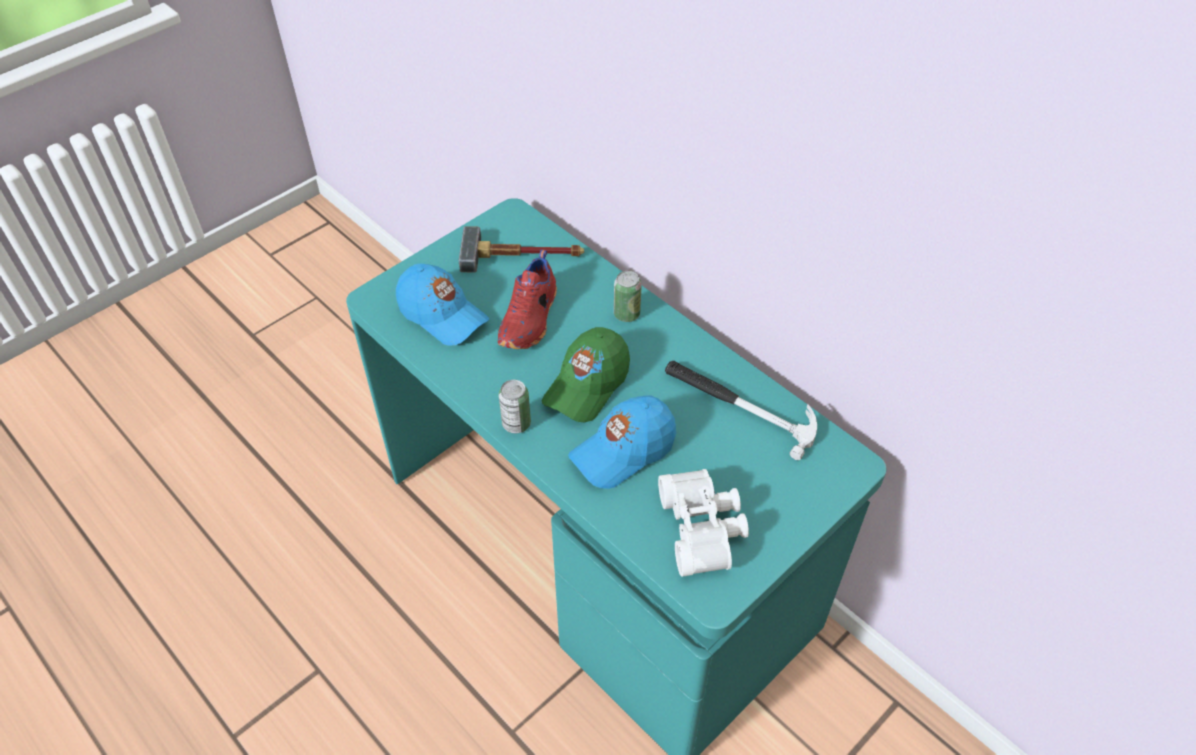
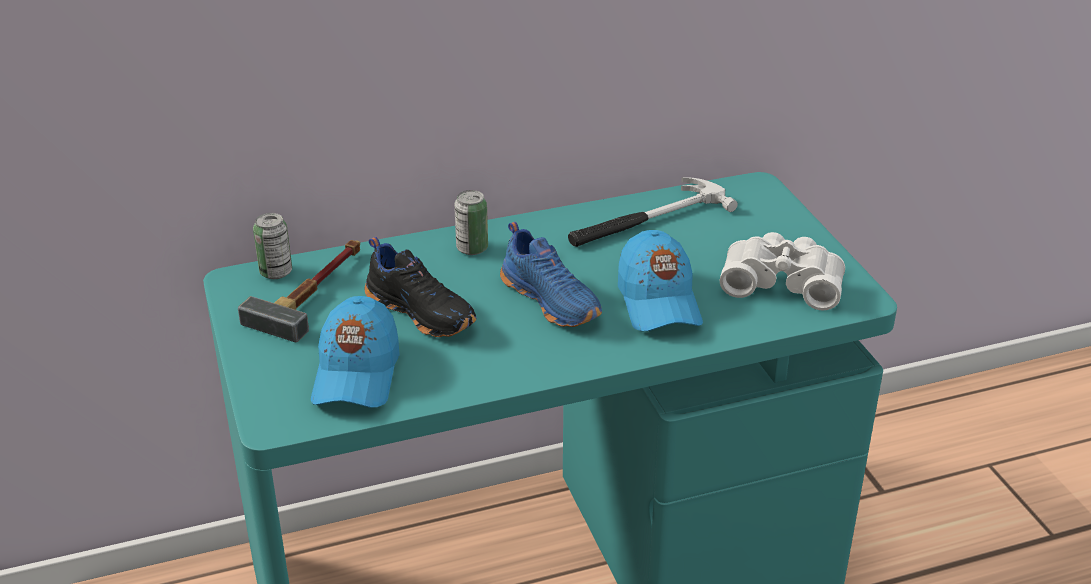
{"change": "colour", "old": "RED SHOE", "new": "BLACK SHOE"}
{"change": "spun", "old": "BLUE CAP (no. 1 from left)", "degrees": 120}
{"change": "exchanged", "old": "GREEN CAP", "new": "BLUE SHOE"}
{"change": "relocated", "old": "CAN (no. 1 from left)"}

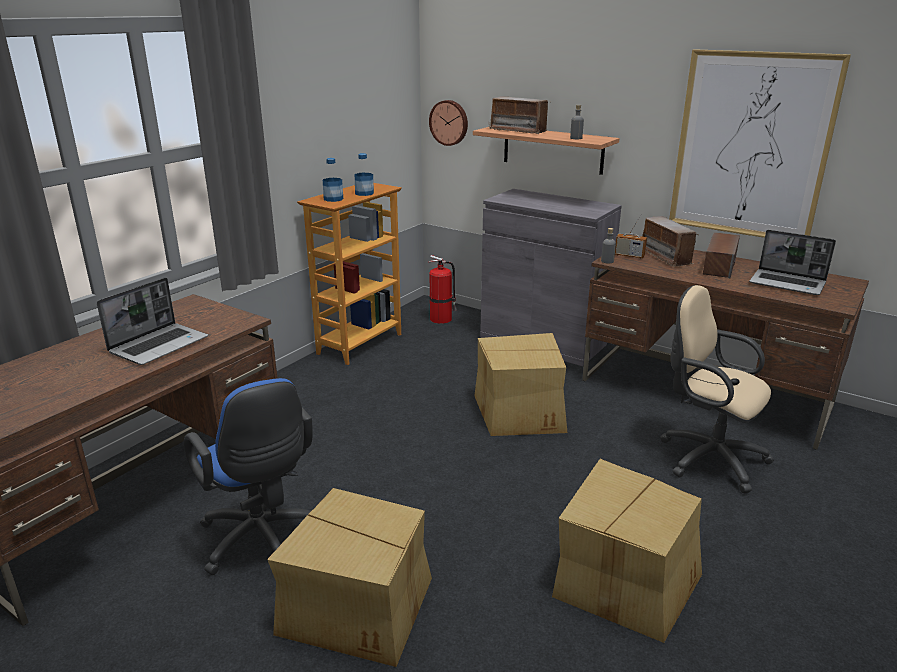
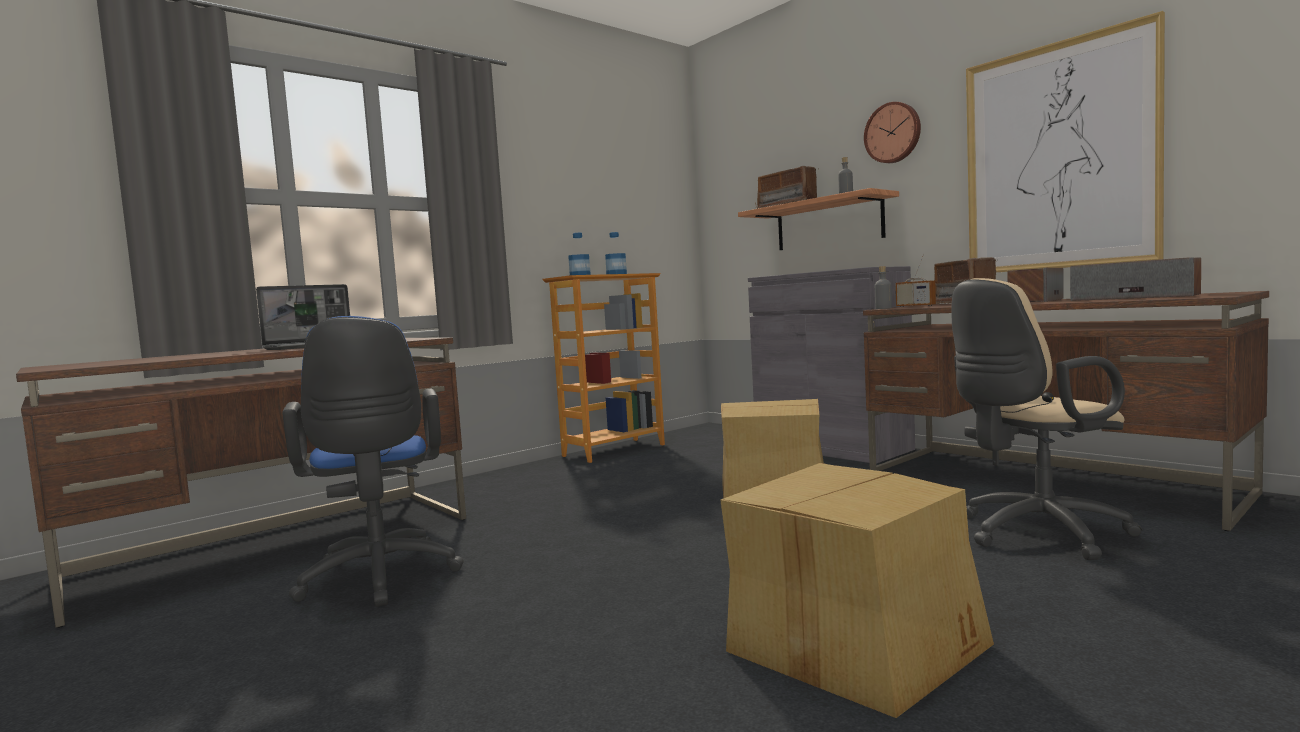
{"change": "relocated", "old": "WALL CLOCK"}
{"change": "exchanged", "old": "LAPTOP (no. 2 from left)", "new": "SPEAKER (no. 2 from left)"}
{"change": "missing", "old": "FIRE EXTINGUISHER"}
{"change": "spun", "old": "BEIGE OFFICE CHAIR", "degrees": -75}
{"change": "missing", "old": "CARDBOARD BOX (no. 1 from left)"}

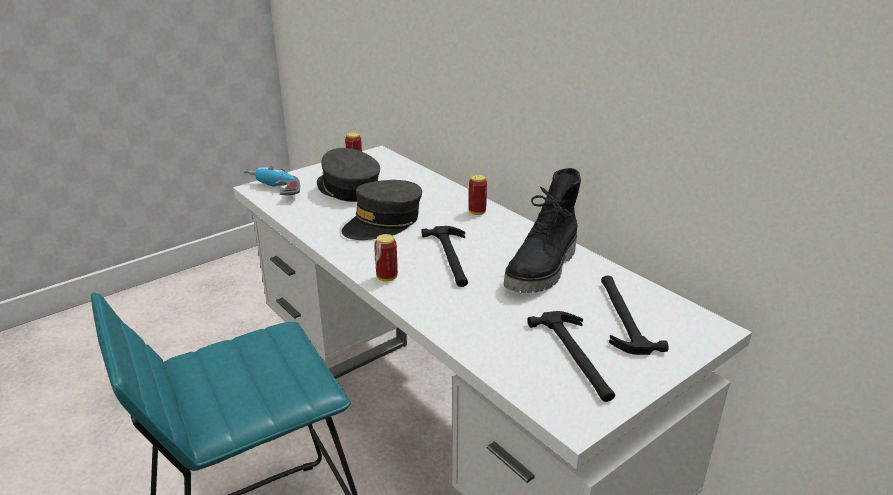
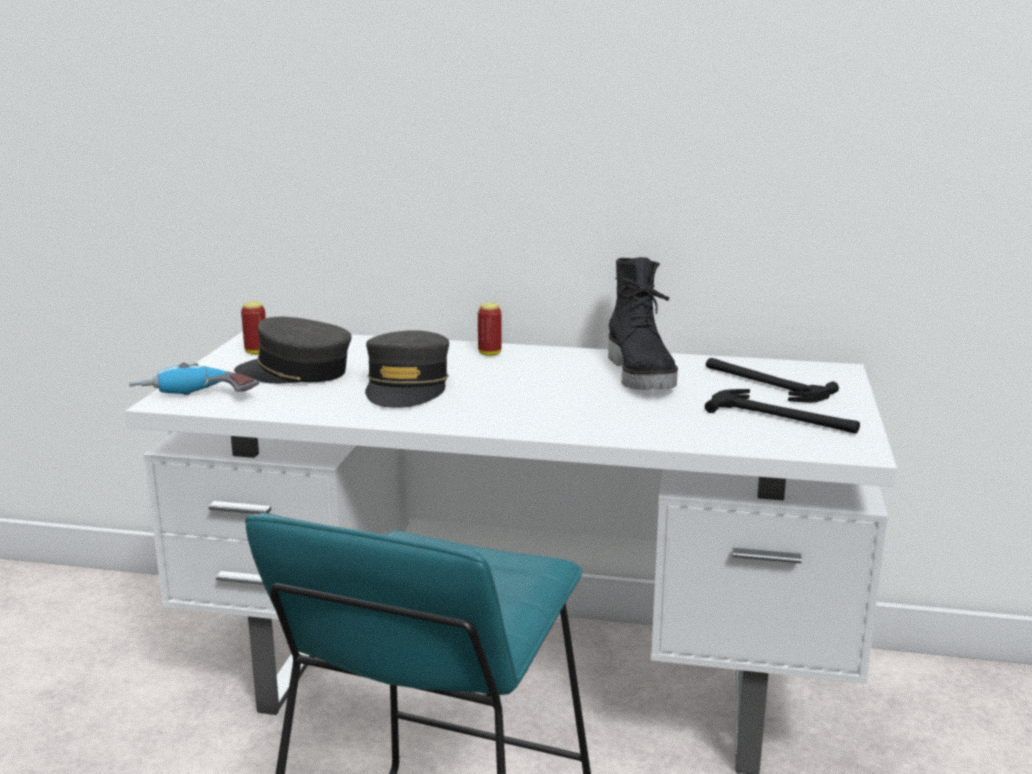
{"change": "missing", "old": "HAMMER (no. 1 from left)"}
{"change": "missing", "old": "CAN (no. 2 from left)"}

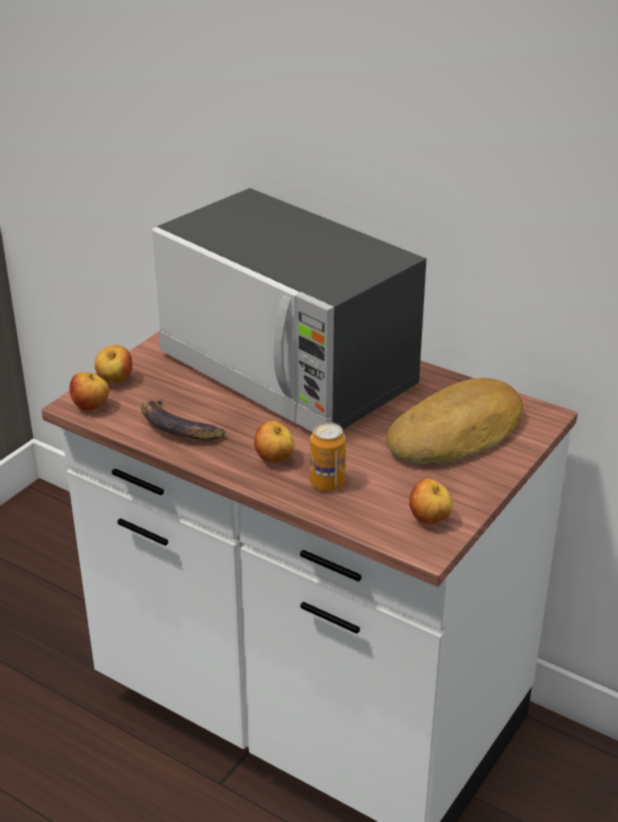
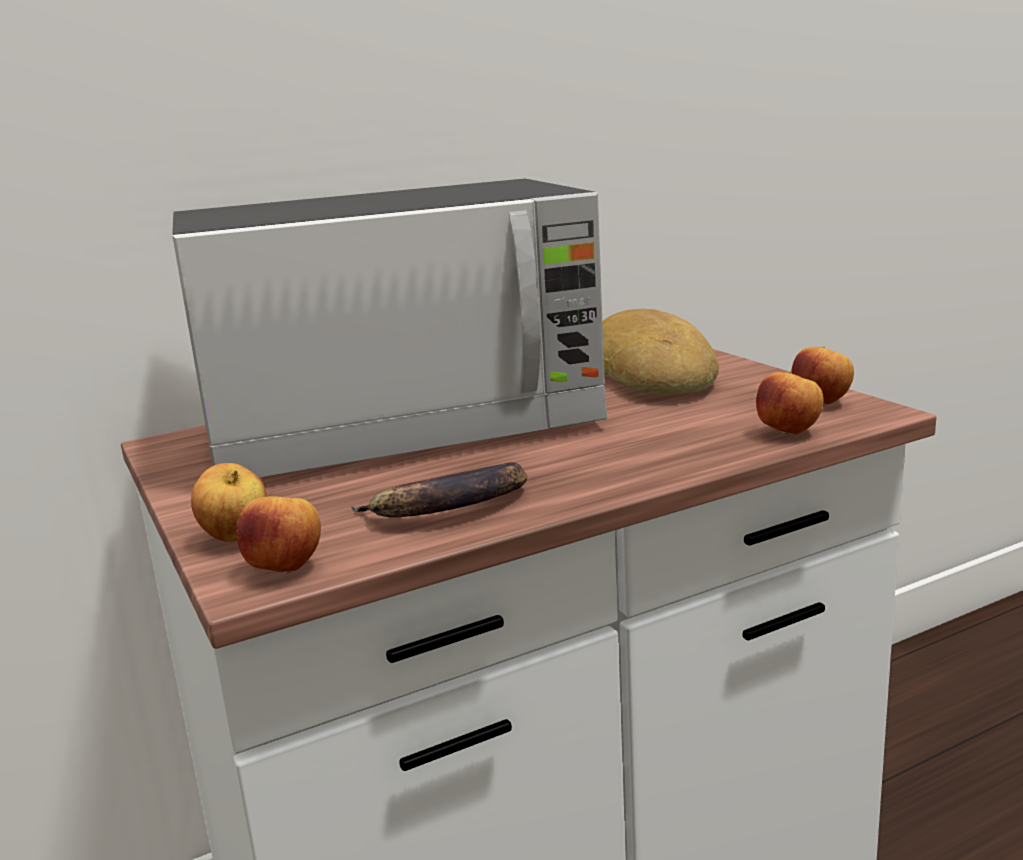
{"change": "relocated", "old": "APPLE (no. 3 from left)"}
{"change": "missing", "old": "CAN"}

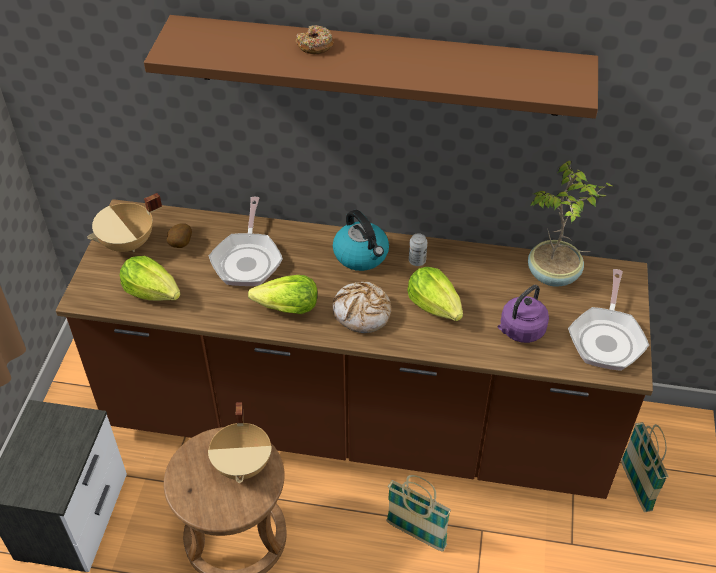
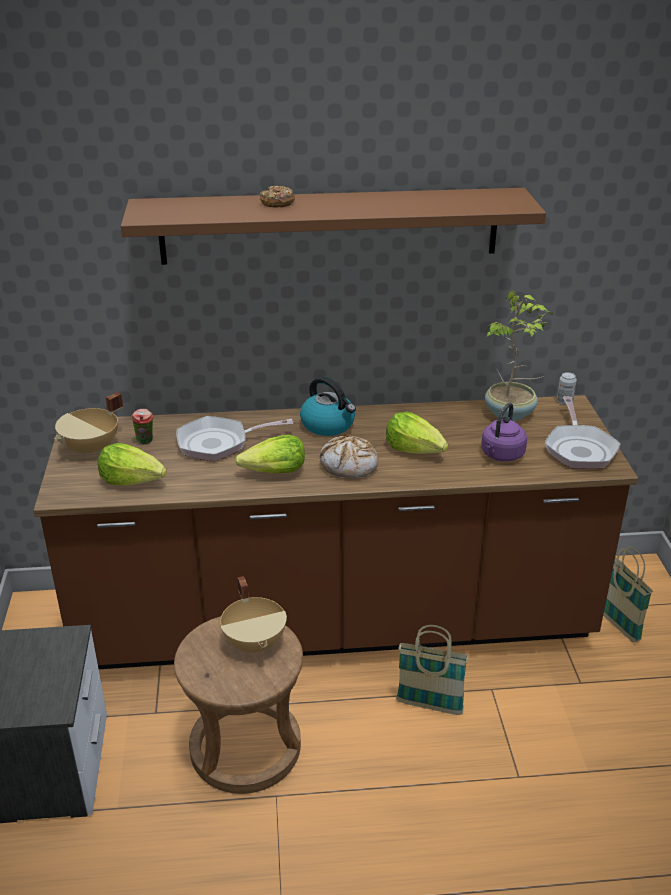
{"change": "spun", "old": "FRYING PAN (no. 1 from left)", "degrees": 90}
{"change": "exchanged", "old": "POTATO", "new": "CUP"}
{"change": "relocated", "old": "CAN"}

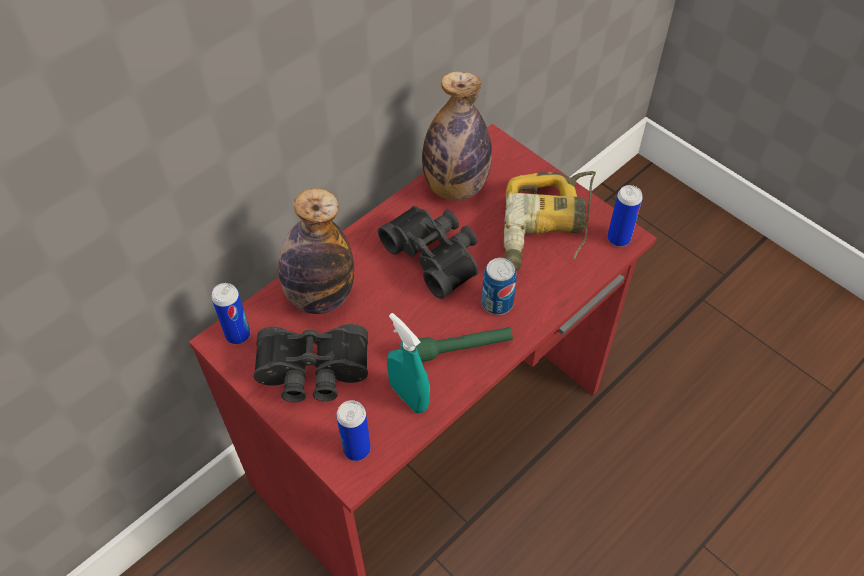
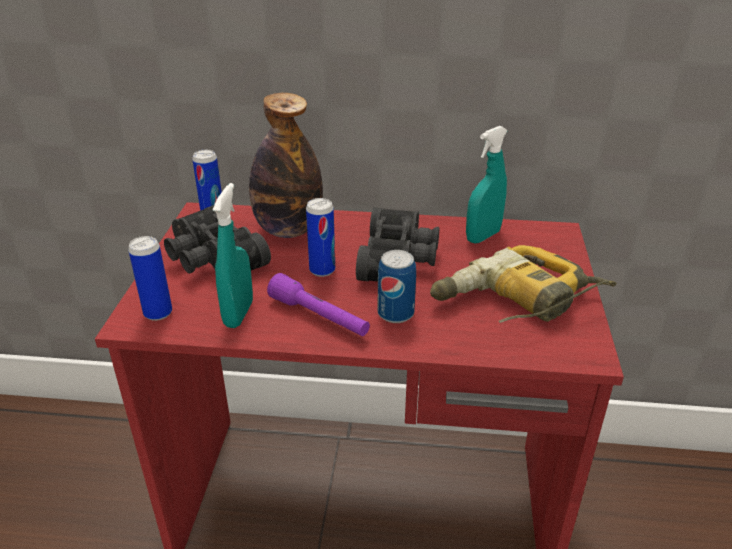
{"change": "exchanged", "old": "BOTTLE (no. 2 from left)", "new": "TURQUOISE SPRAY BOTTLE (no. 2 from left)"}
{"change": "relocated", "old": "CAN (no. 4 from left in the first image)", "new": "CAN (no. 3 from left)"}
{"change": "colour", "old": "GREEN FLASHLIGHT", "new": "PURPLE FLASHLIGHT"}

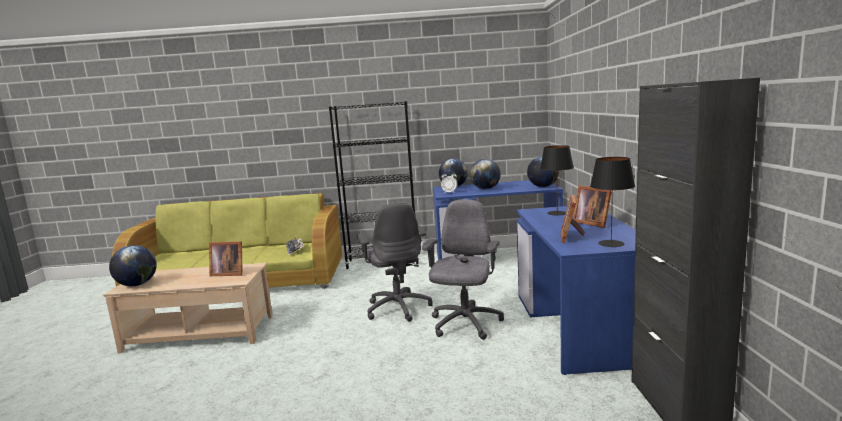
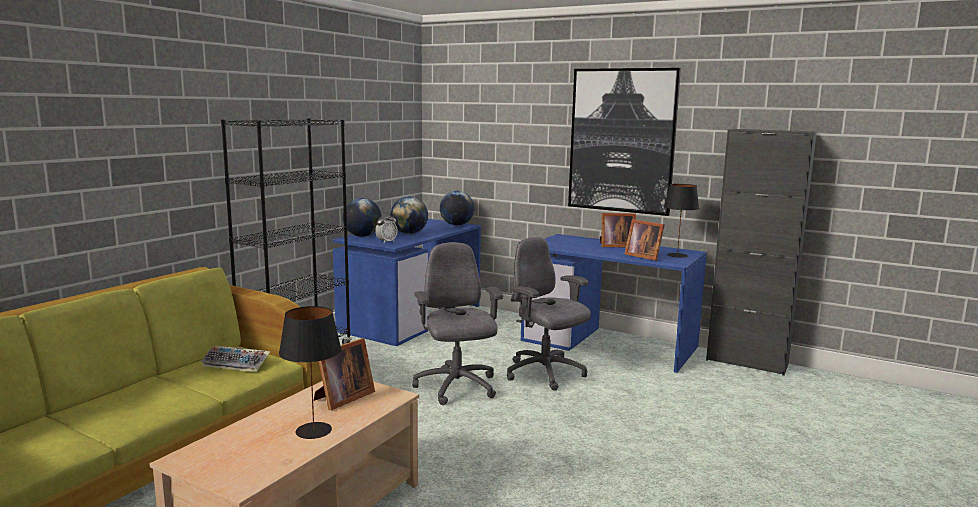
{"change": "relocated", "old": "BLACK TABLE LAMP (no. 1 from left)"}
{"change": "spun", "old": "GREY OFFICE CHAIR (no. 1 from left)", "degrees": -120}
{"change": "missing", "old": "GLOBE (no. 1 from left)"}
{"change": "appeared", "new": "PICTURE"}

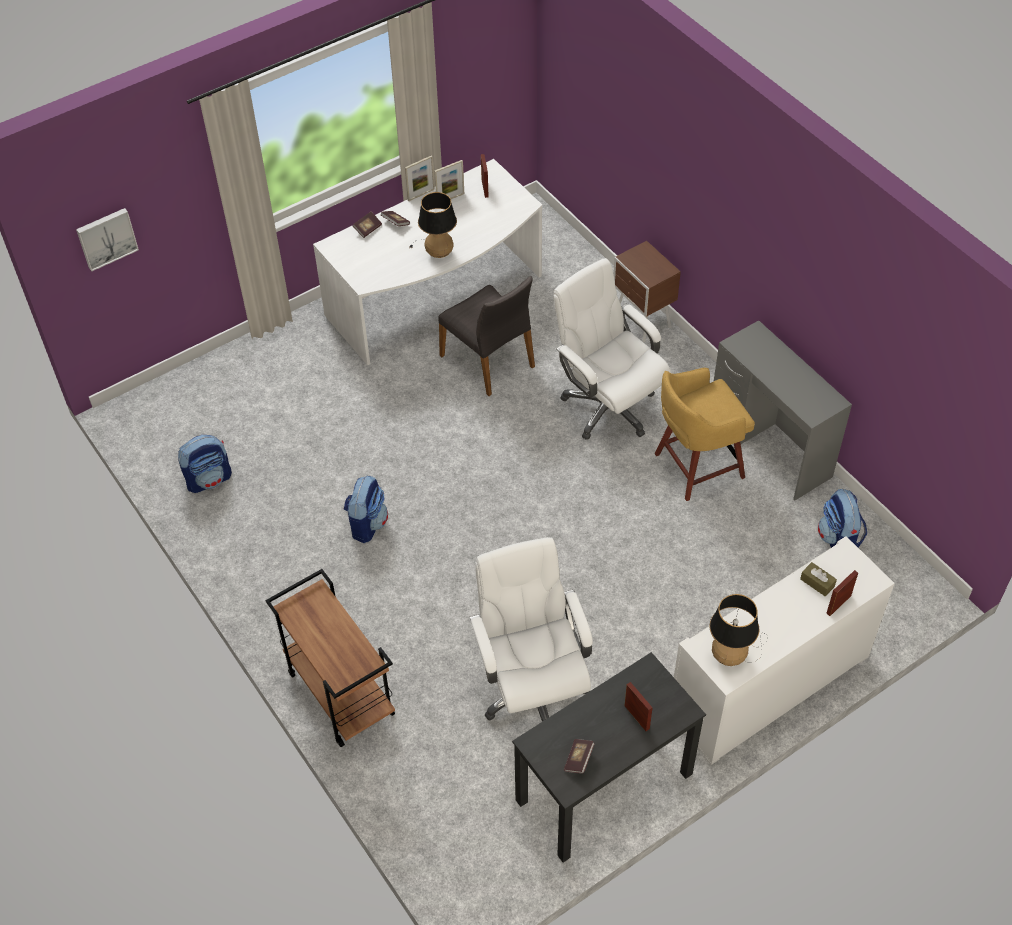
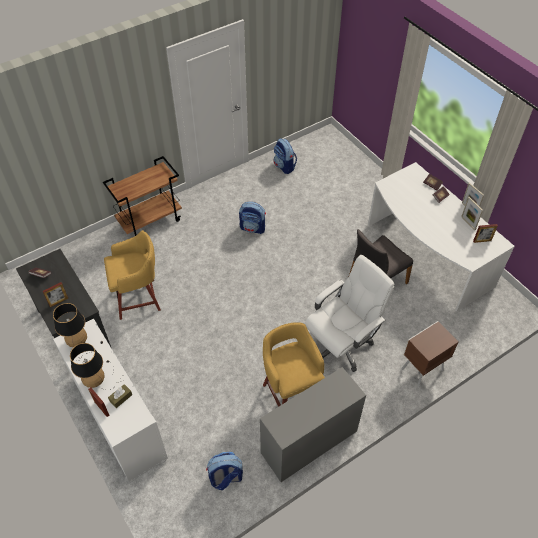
{"change": "relocated", "old": "TABLE LAMP (no. 1 from left in the first image)", "new": "TABLE LAMP (no. 2 from left)"}
{"change": "missing", "old": "PICTURE"}
{"change": "exchanged", "old": "WHITE OFFICE CHAIR (no. 1 from left)", "new": "YELLOW STOOL (no. 1 from left)"}

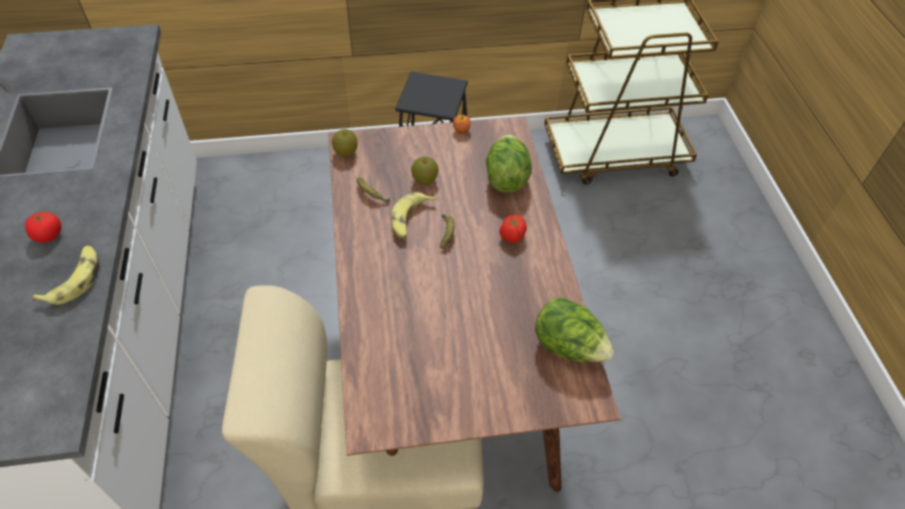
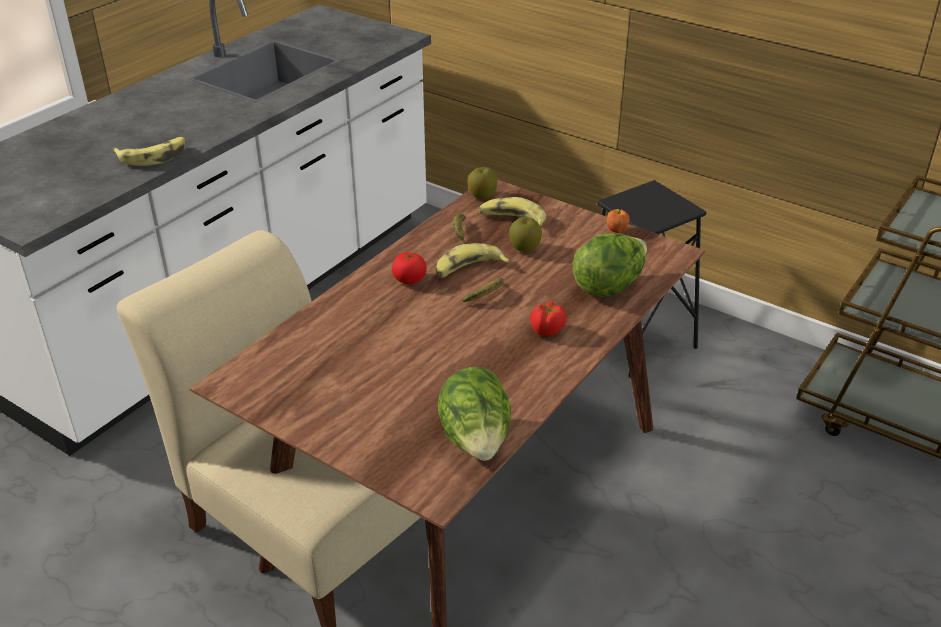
{"change": "relocated", "old": "TOMATO (no. 1 from left)"}
{"change": "appeared", "new": "BANANA (no. 5 from left)"}

